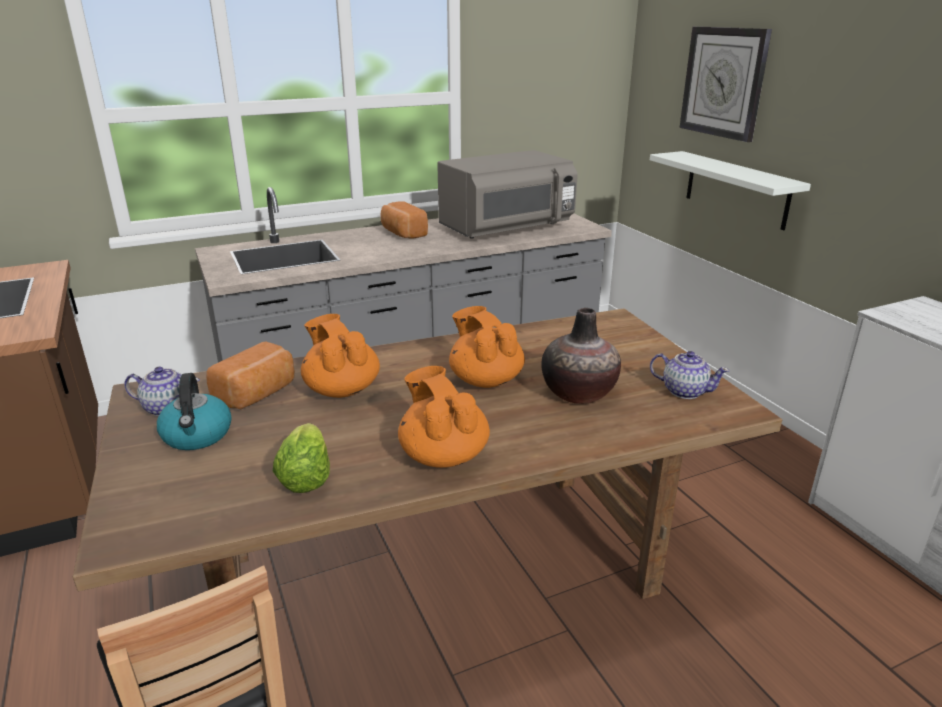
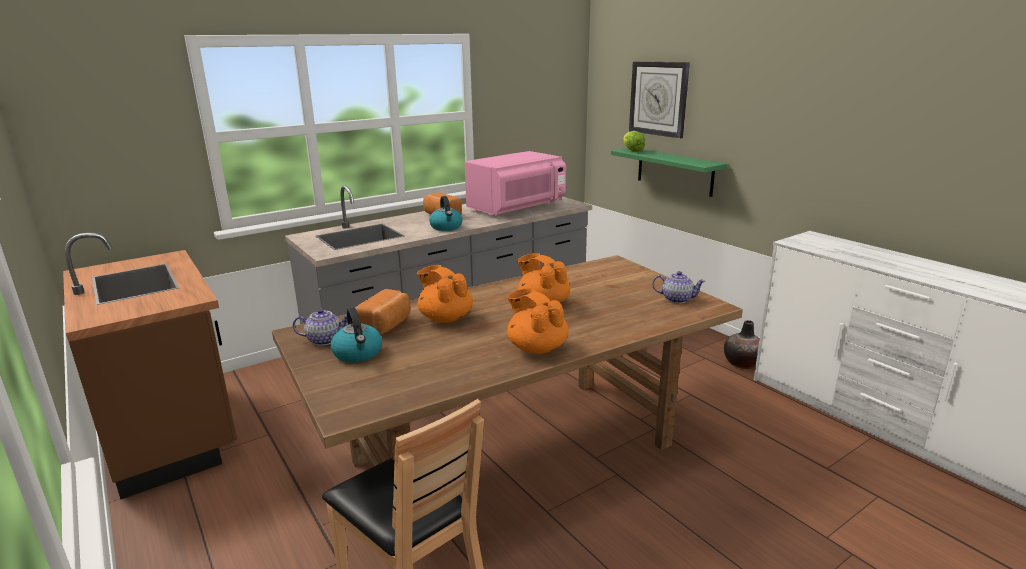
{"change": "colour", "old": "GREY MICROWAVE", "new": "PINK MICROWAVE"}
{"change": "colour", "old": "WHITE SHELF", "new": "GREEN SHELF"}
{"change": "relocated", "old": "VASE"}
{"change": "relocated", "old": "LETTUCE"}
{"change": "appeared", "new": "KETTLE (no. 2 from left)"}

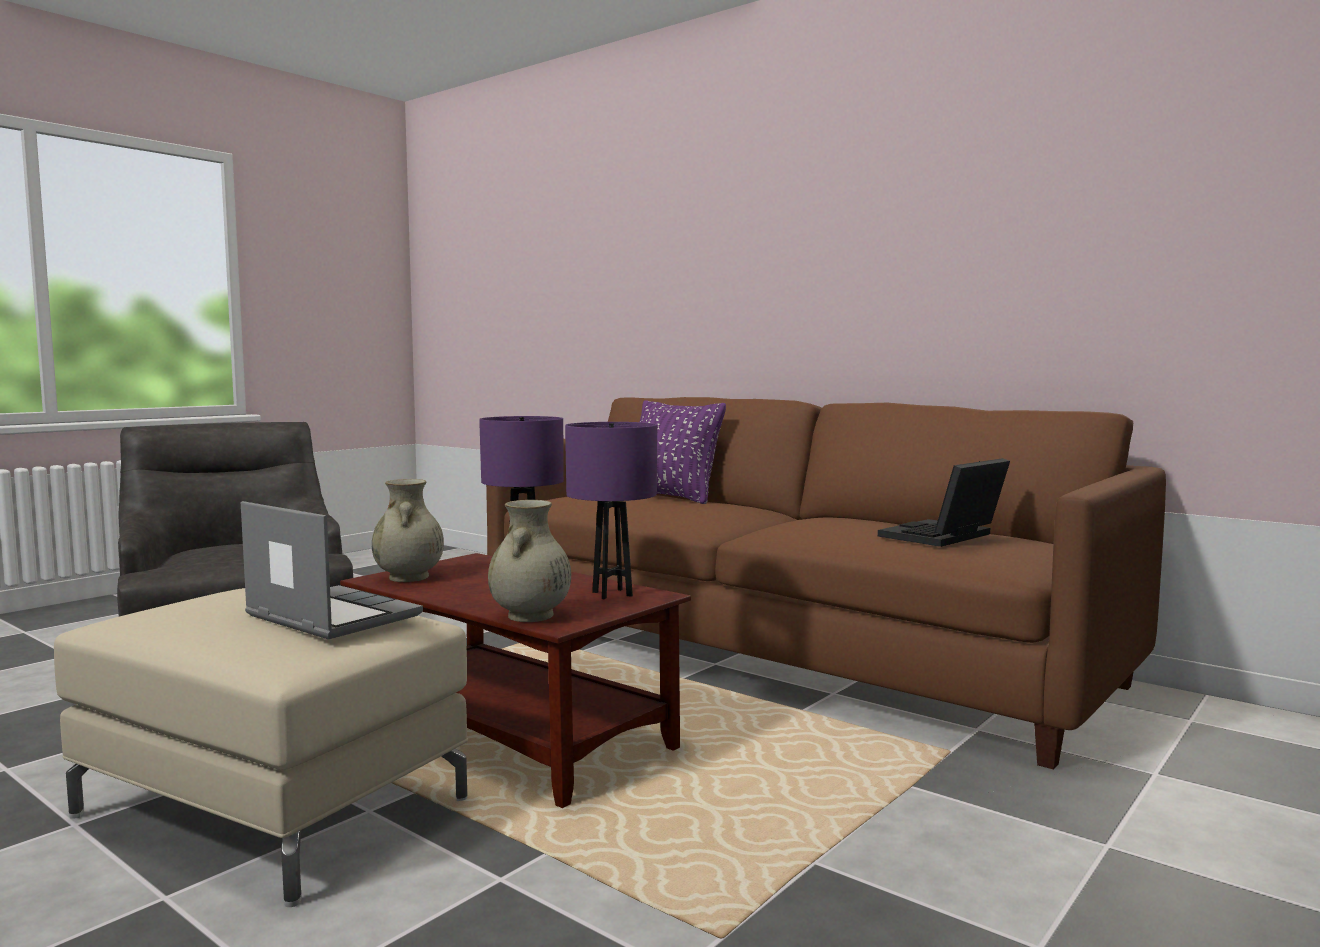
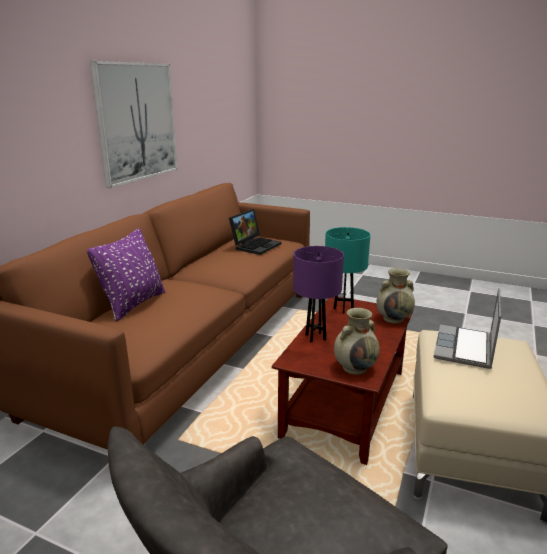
{"change": "colour", "old": "PURPLE TABLE LAMP (no. 2 from left)", "new": "TURQUOISE TABLE LAMP"}
{"change": "spun", "old": "LAPTOP (no. 2 from left in the first image)", "degrees": -90}
{"change": "appeared", "new": "PICTURE"}

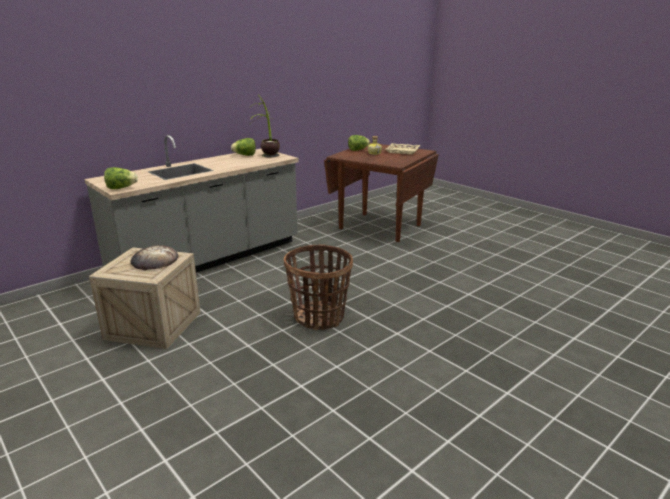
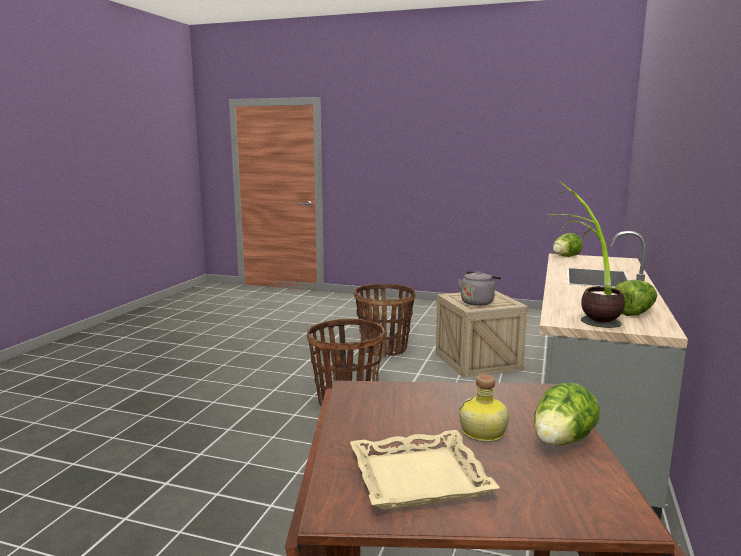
{"change": "exchanged", "old": "BREAD", "new": "GREY KETTLE"}
{"change": "appeared", "new": "BASKET (no. 2 from left)"}

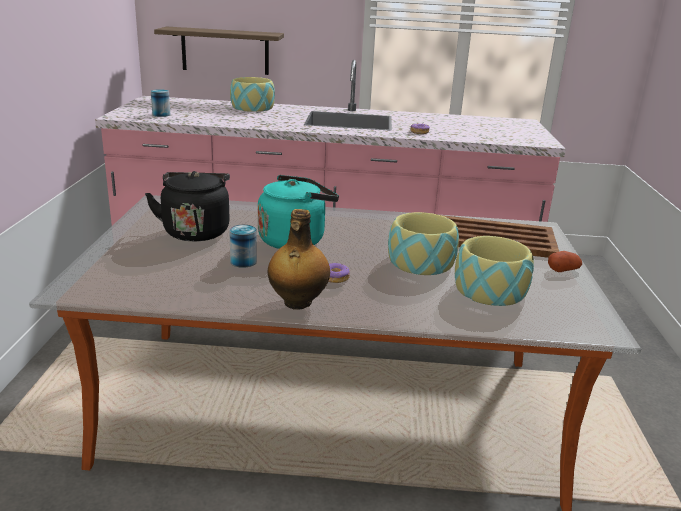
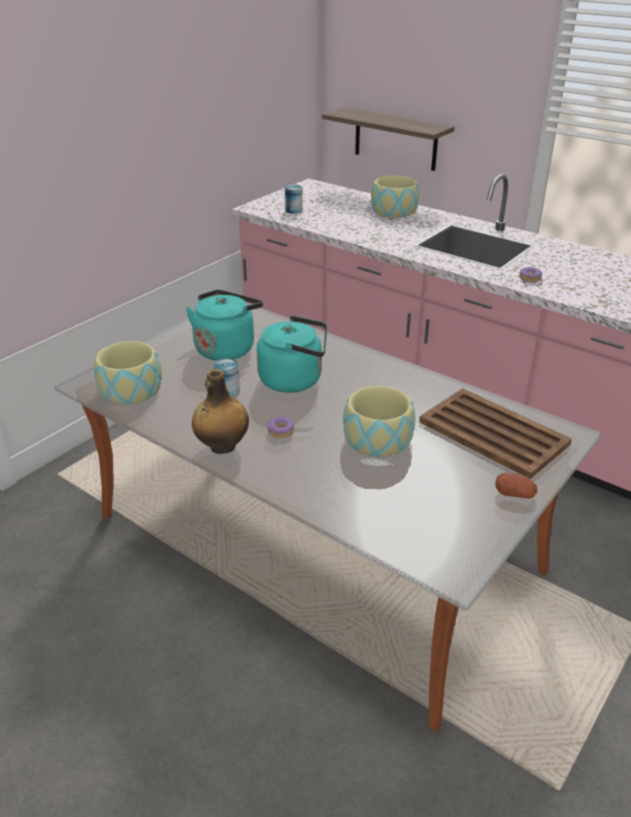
{"change": "colour", "old": "BLACK KETTLE", "new": "TURQUOISE KETTLE (no. 1 from left)"}
{"change": "relocated", "old": "BOWL (no. 3 from left in the first image)", "new": "BOWL (no. 1 from left)"}

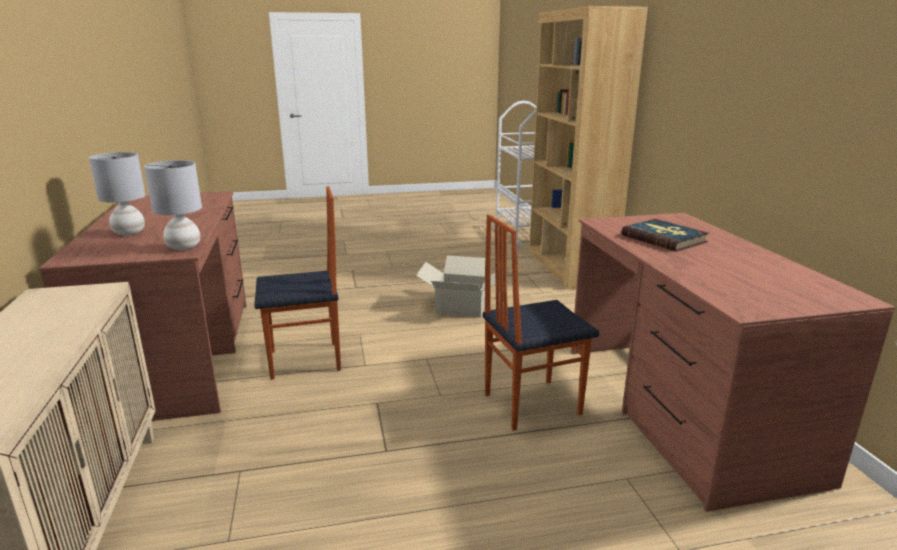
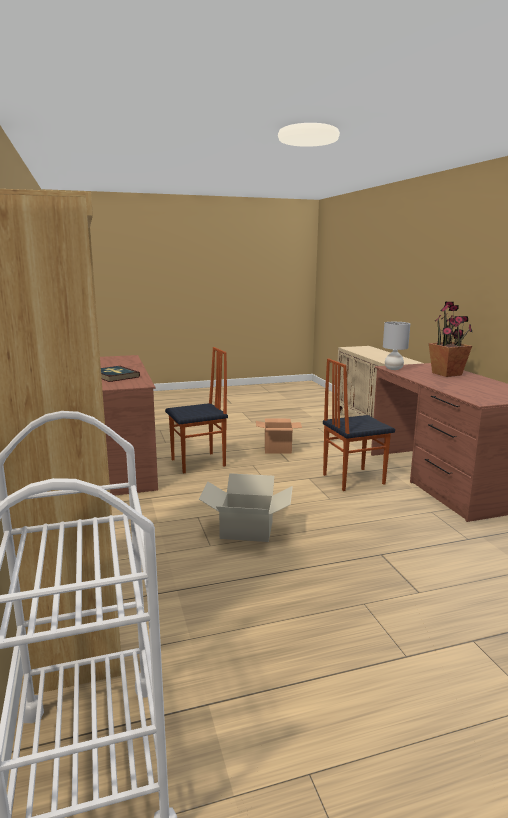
{"change": "exchanged", "old": "GREY TABLE LAMP (no. 1 from left)", "new": "POTTED PLANT"}
{"change": "appeared", "new": "CARDBOARD BOX (no. 2 from left)"}

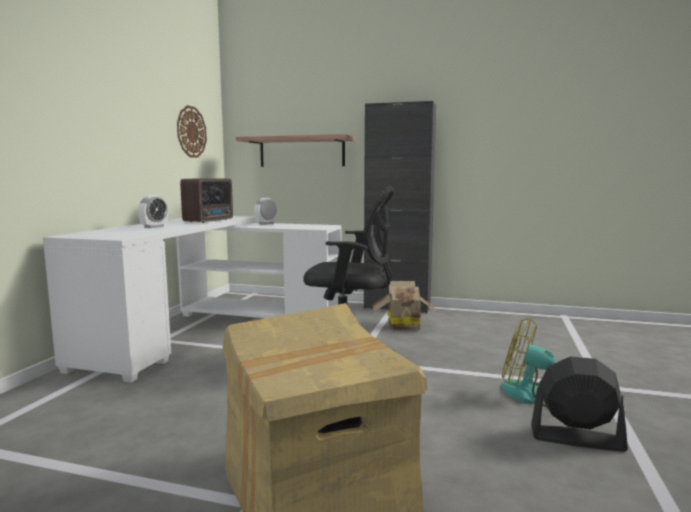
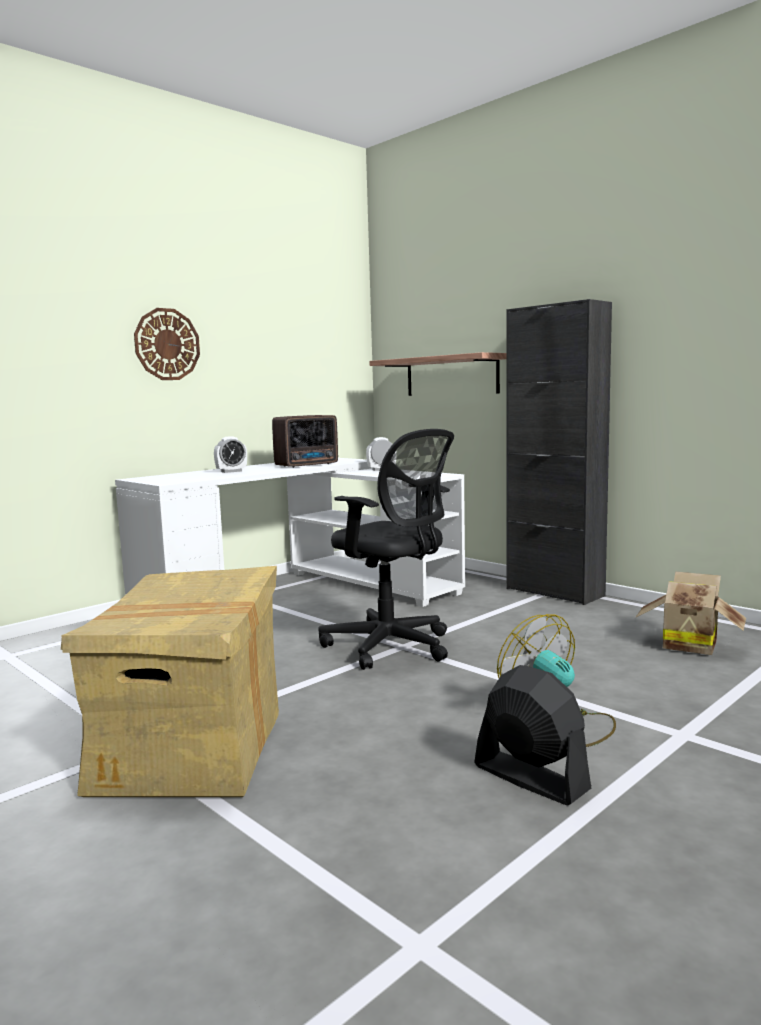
{"change": "relocated", "old": "WALL CLOCK"}
{"change": "relocated", "old": "CARDBOARD BOX (no. 2 from left)"}

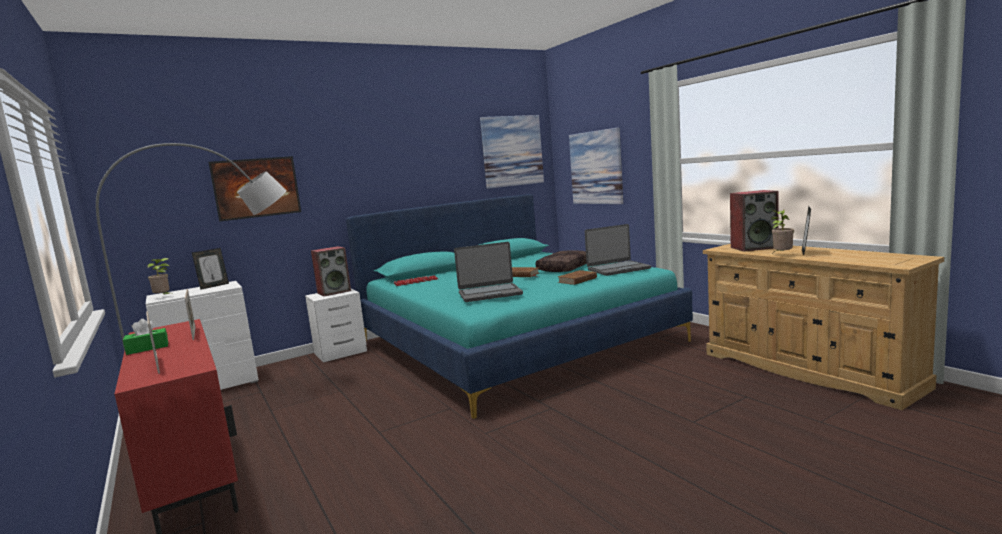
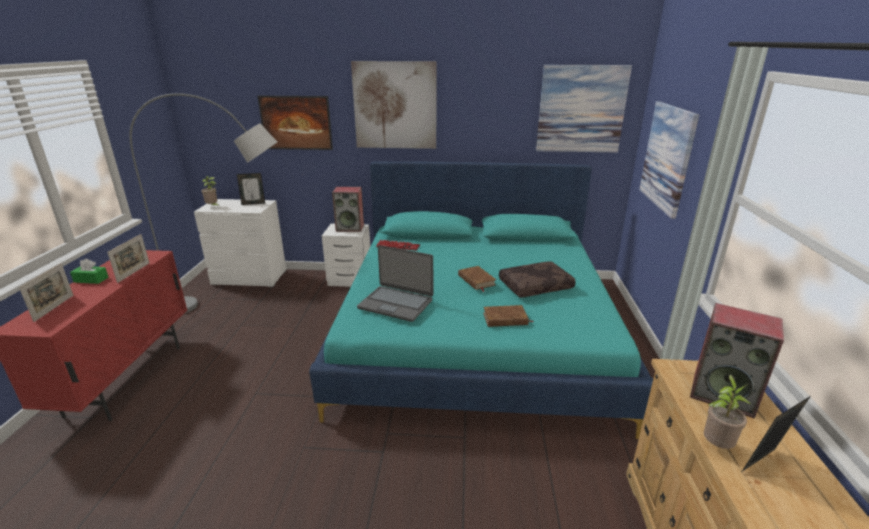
{"change": "missing", "old": "LAPTOP (no. 2 from left)"}
{"change": "appeared", "new": "PICTURE (no. 2 from left)"}

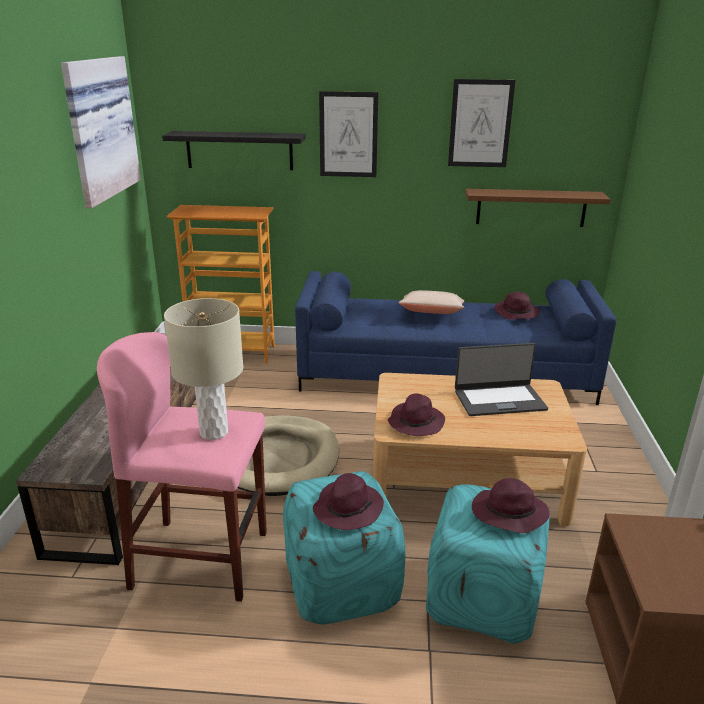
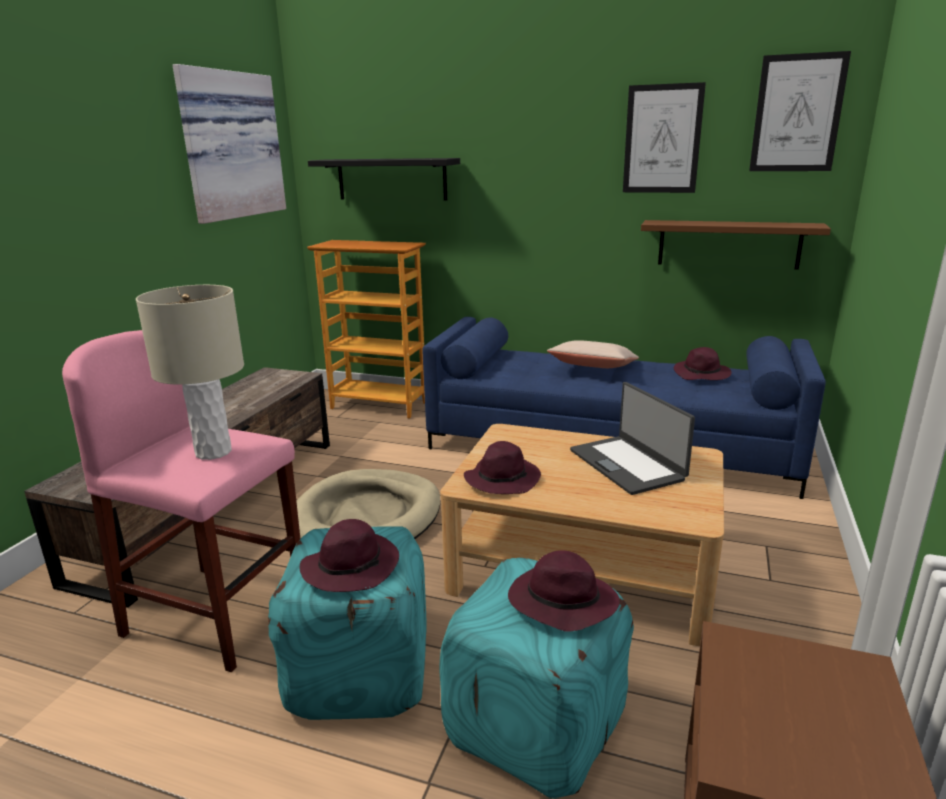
{"change": "relocated", "old": "PICTURE (no. 2 from left in the first image)", "new": "PICTURE (no. 3 from left)"}
{"change": "spun", "old": "LAPTOP", "degrees": 60}

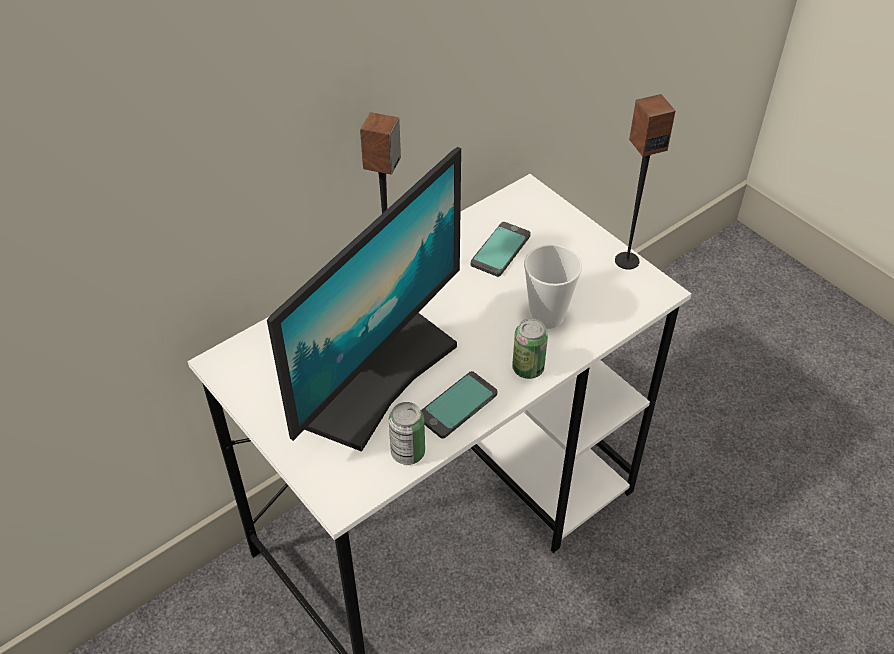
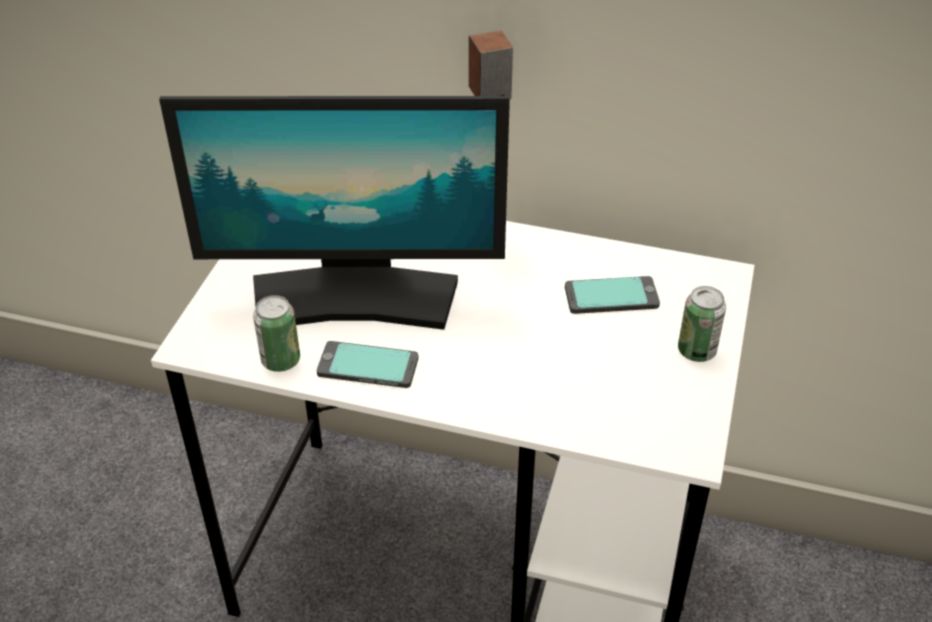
{"change": "missing", "old": "SPEAKER (no. 2 from left)"}
{"change": "missing", "old": "CUP"}
{"change": "relocated", "old": "CAN (no. 2 from left)"}

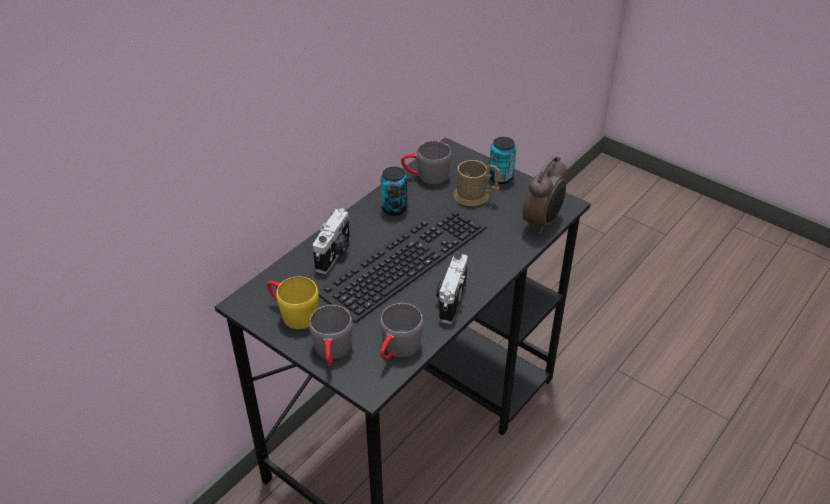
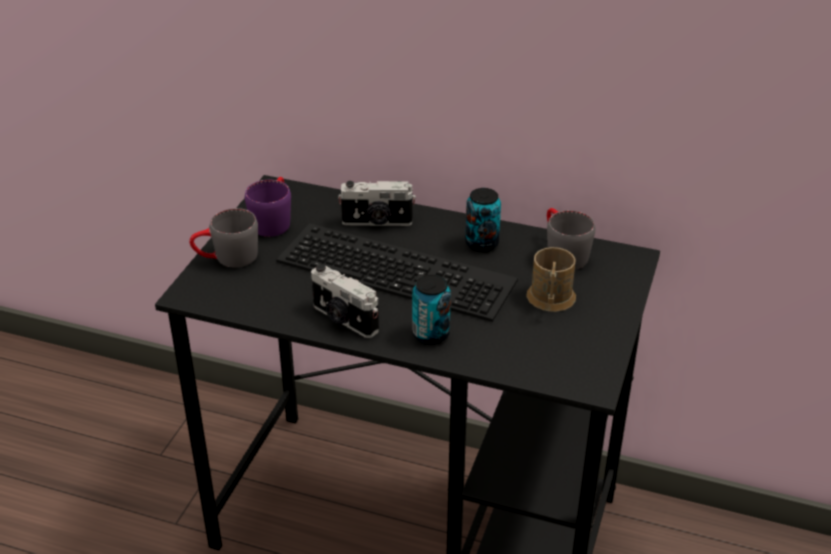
{"change": "relocated", "old": "CAN (no. 2 from left in the first image)", "new": "CAN (no. 1 from left)"}
{"change": "missing", "old": "ALARM CLOCK"}
{"change": "spun", "old": "PHOTO CAMERA (no. 2 from left in the first image)", "degrees": -135}
{"change": "colour", "old": "YELLOW MUG", "new": "PURPLE MUG"}
{"change": "missing", "old": "GREY MUG (no. 2 from left)"}

